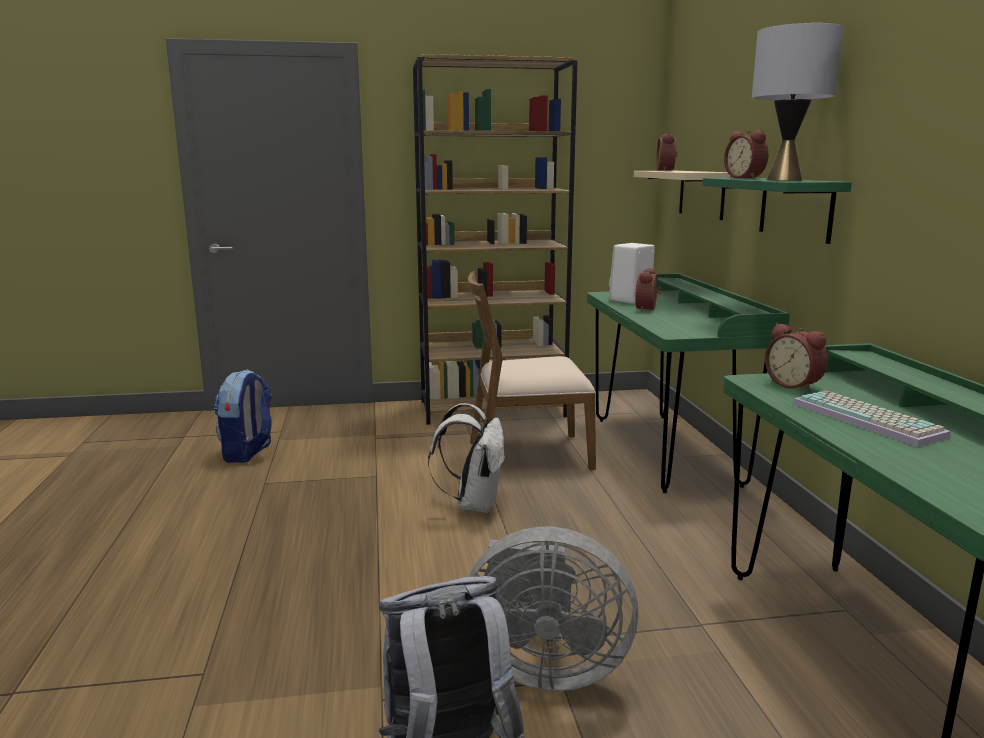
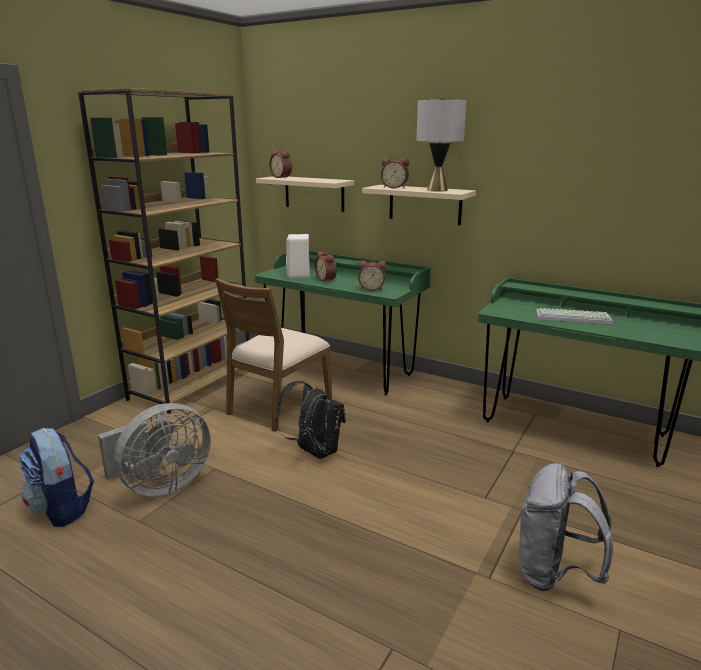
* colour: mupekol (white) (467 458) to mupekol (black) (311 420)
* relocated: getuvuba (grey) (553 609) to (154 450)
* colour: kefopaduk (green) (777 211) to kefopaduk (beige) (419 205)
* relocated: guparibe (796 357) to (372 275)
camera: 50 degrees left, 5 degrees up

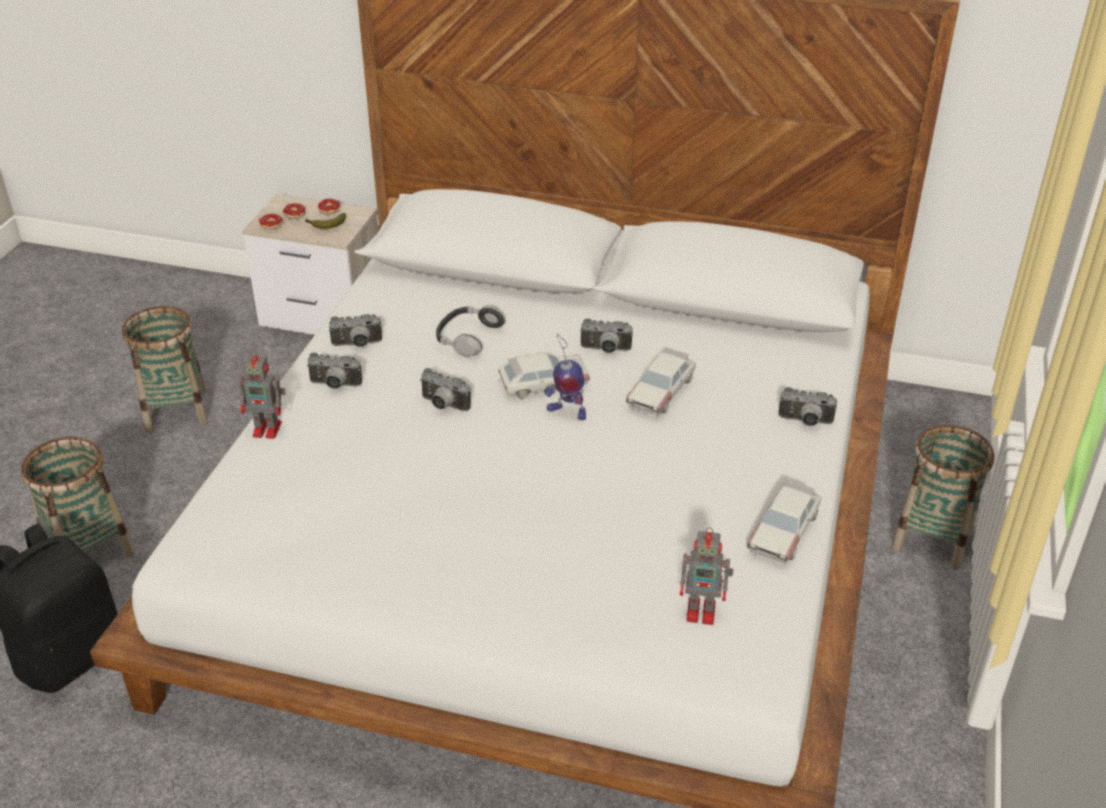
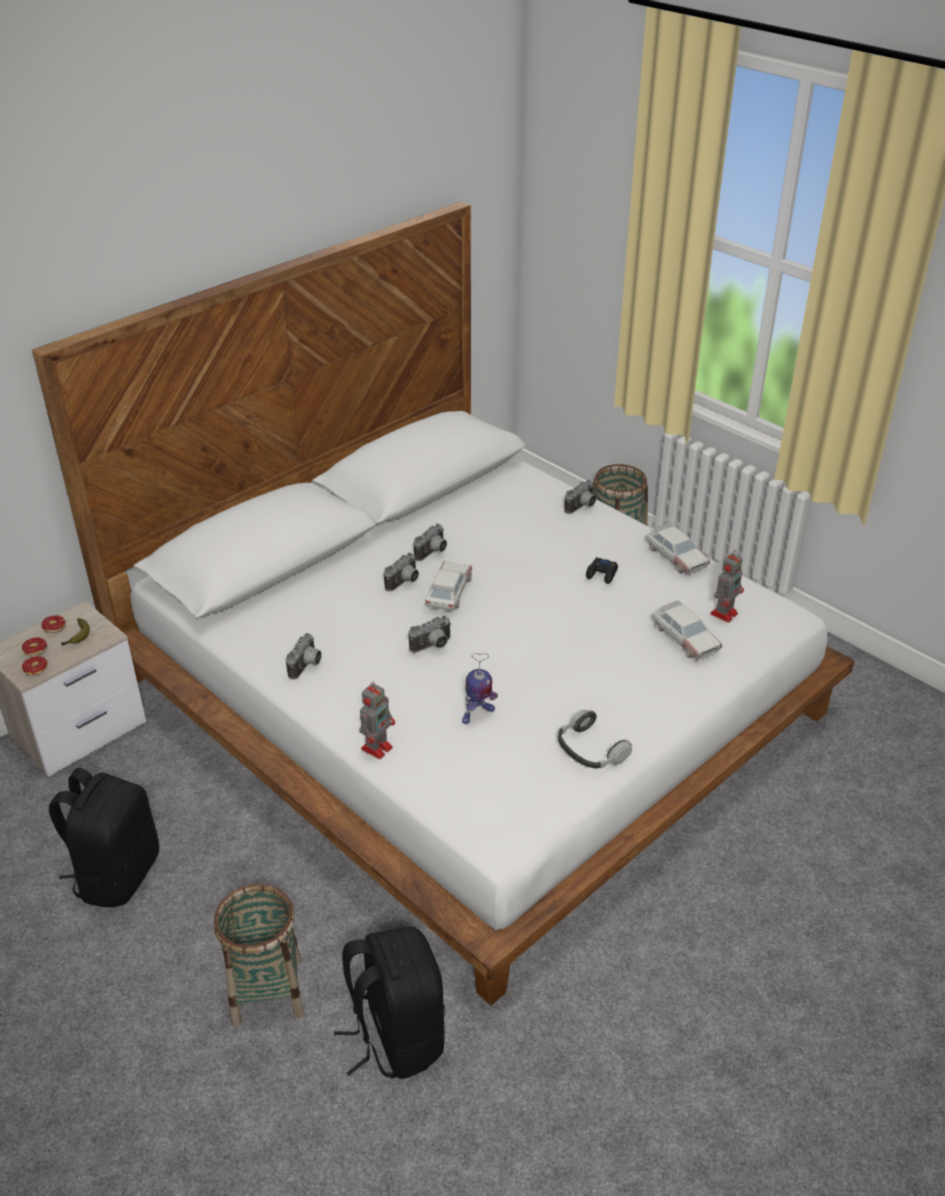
* exchanged: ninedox (165 369) to mupekol (black) (104 837)
* relocated: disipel (334 371) to (401 572)
* relocated: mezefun (471 331) to (595 739)
* relocated: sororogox (565 377) to (480 688)
* relocated: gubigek (661 382) to (687 630)
* appeared: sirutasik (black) (602 570)
camera: 60 degrees left, 0 degrees up

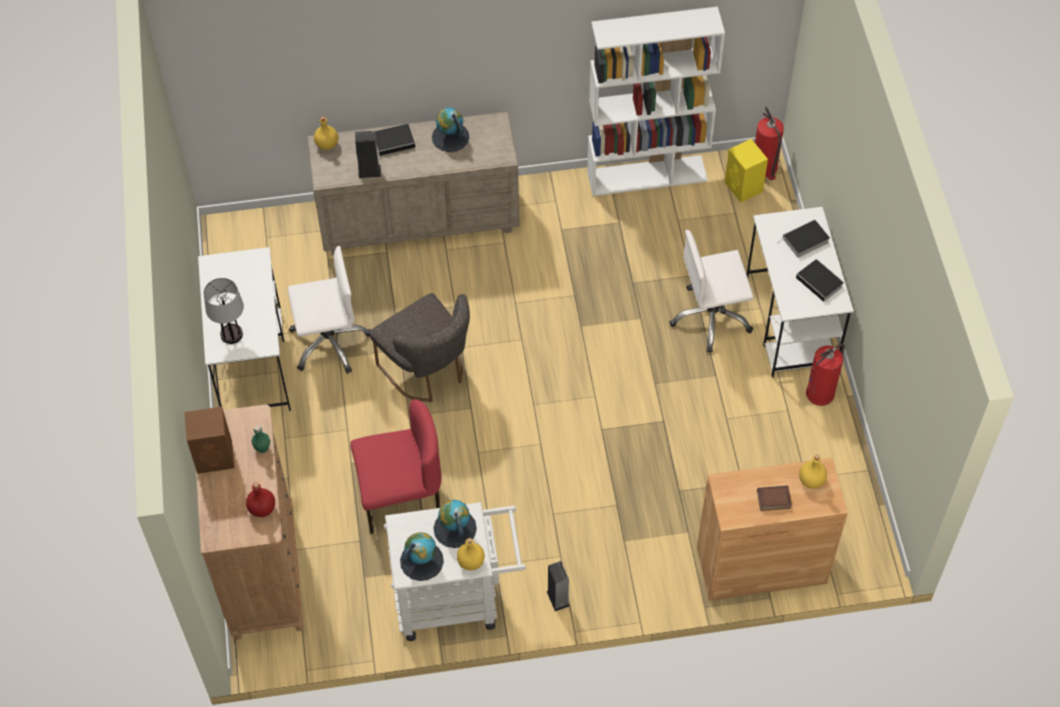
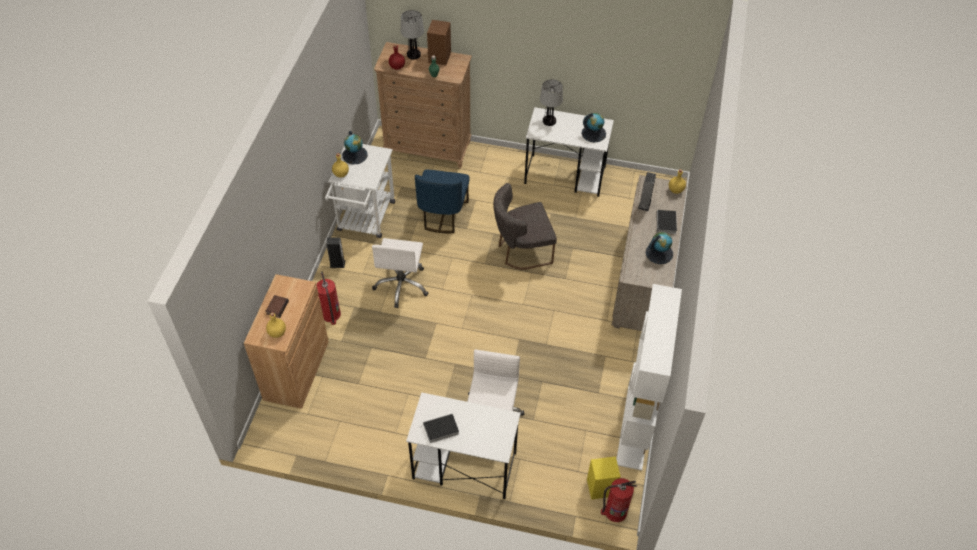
* relocated: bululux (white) (328 310) to (400 273)
* colour: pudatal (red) (396 467) to pudatal (blue) (442 201)
* relocated: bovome (455 524) to (594 128)
* missing: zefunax (805 238)
* relocated: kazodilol (825 374) to (328 298)
* appeared: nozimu (412 35)
camera: 110 degrees right, 5 degrees down

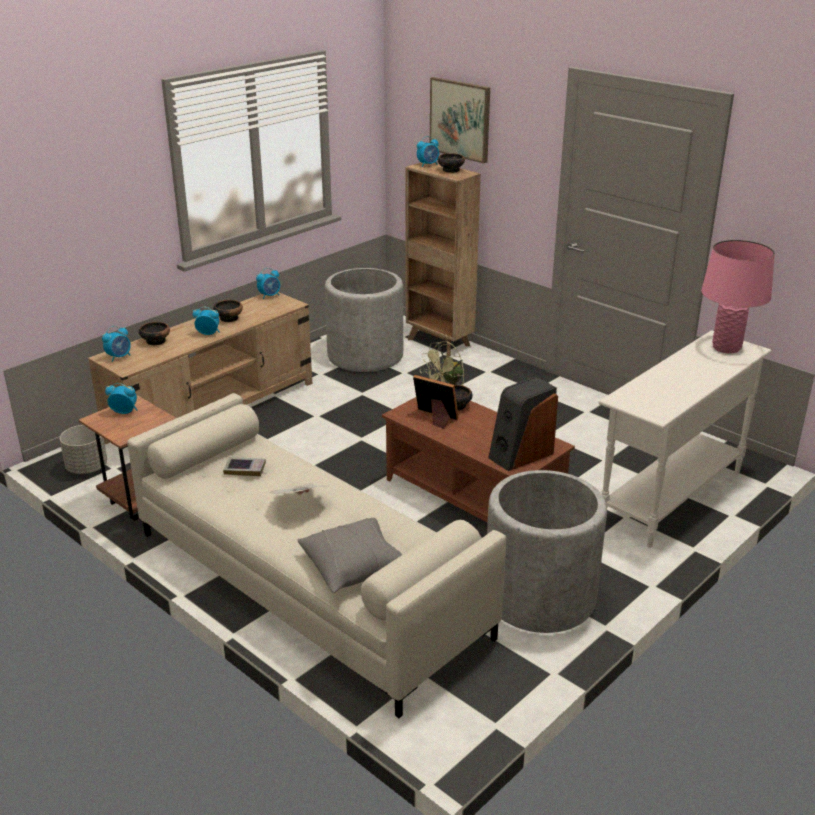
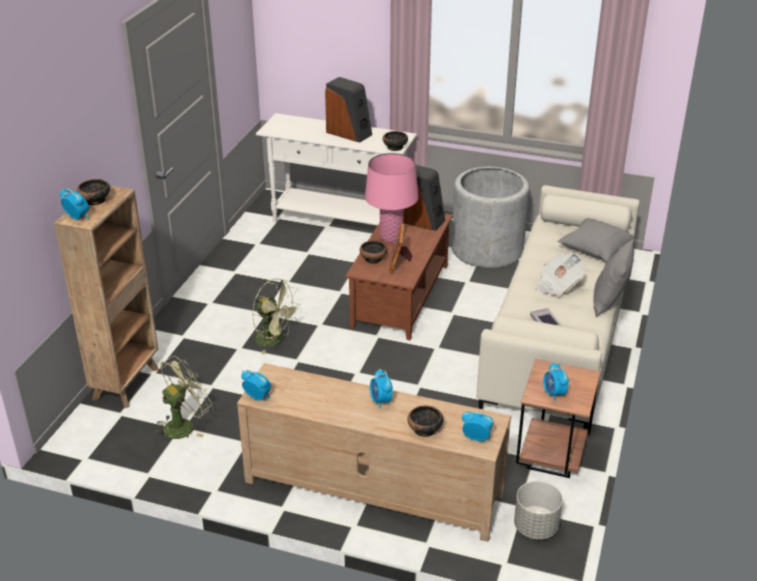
* relocated: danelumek (228 311) to (395 141)
* exchanged: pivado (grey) (364 320) to getuvuba (green) (183 397)
* missing: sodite (460 120)
* relocated: nozimu (pink) (738 297) to (392 198)
* appeared: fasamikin (348 110)
* appeared: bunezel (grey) (613 278)
camera: 115 degrees left, 5 degrees up

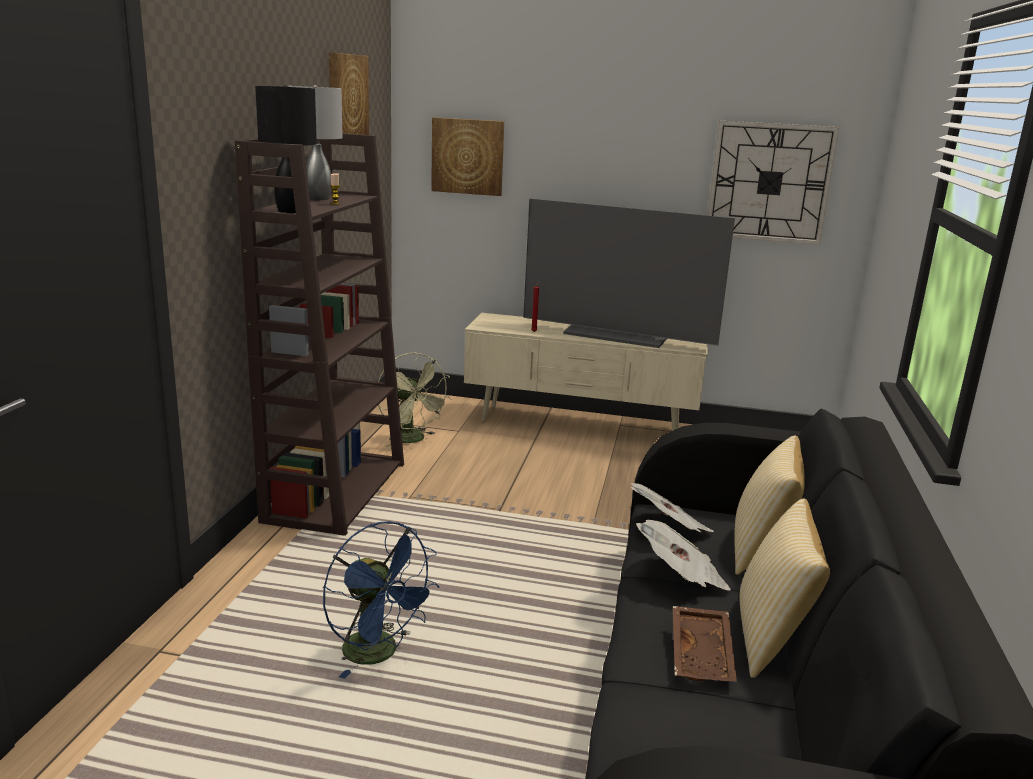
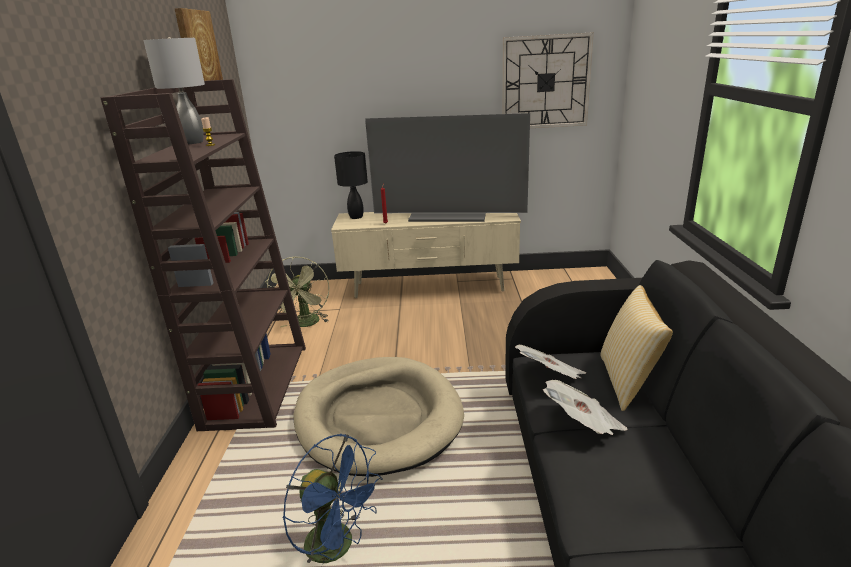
* relocated: nozimu (black) (286 149) to (351 185)
* spun: getuvuba (green) (414 399) = (297 292) 45 degrees clockwise
* missing: sodite (467 156)
* missing: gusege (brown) (705 644)
* missing: bunezel (785 588)
* appeared: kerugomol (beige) (378 417)
camera: 10 degrees left, 5 degrees up

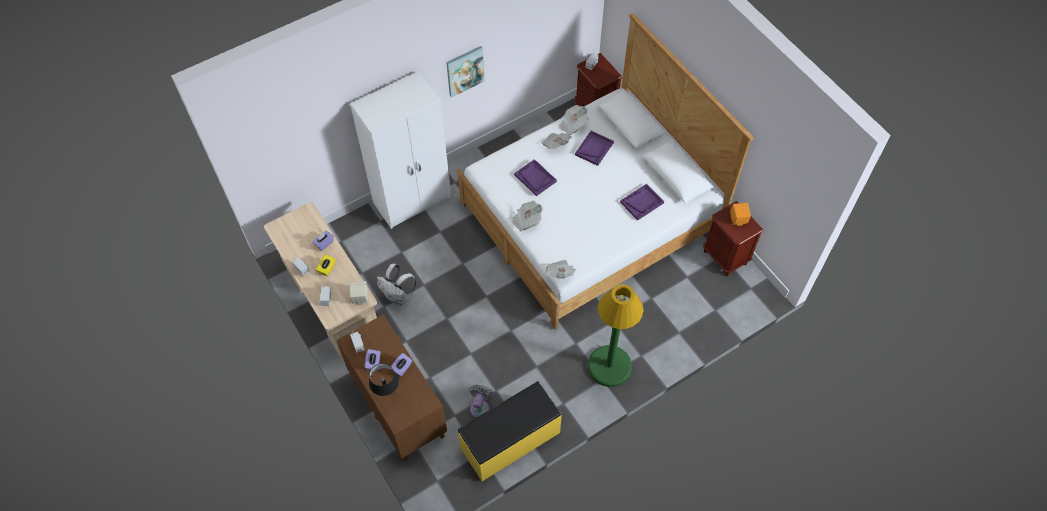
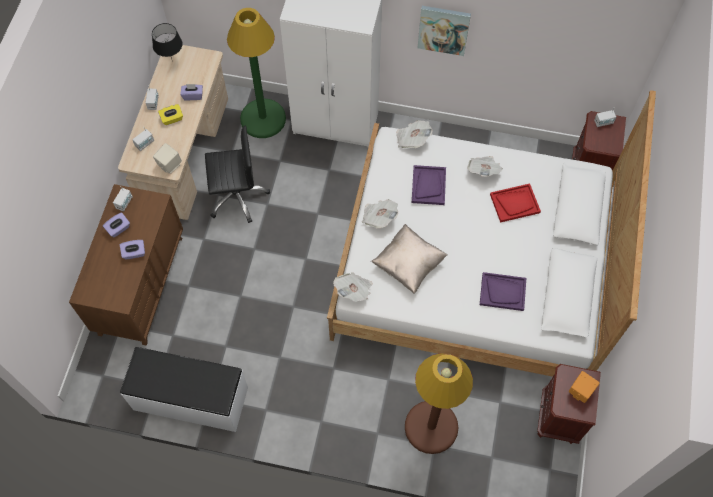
* relocated: nozimu (black) (384 379) to (167 42)
* exchanged: mupekol (white) (396 284) to bululux (black) (237 174)
* colour: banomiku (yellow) (509 431) to banomiku (white) (184 389)
* missing: getuvuba (grey) (481 401)
* relocated: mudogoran (573 120) to (414 134)
* colour: gusege (purple) (594 148) to gusege (red) (515 203)
* relocated: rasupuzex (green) (615 335) to (256 73)
* appeared: bunezel (beige) (409 259)
* appeared: rasupuzex (brown) (439 403)
camera: 45 degrees right, 5 degrees up

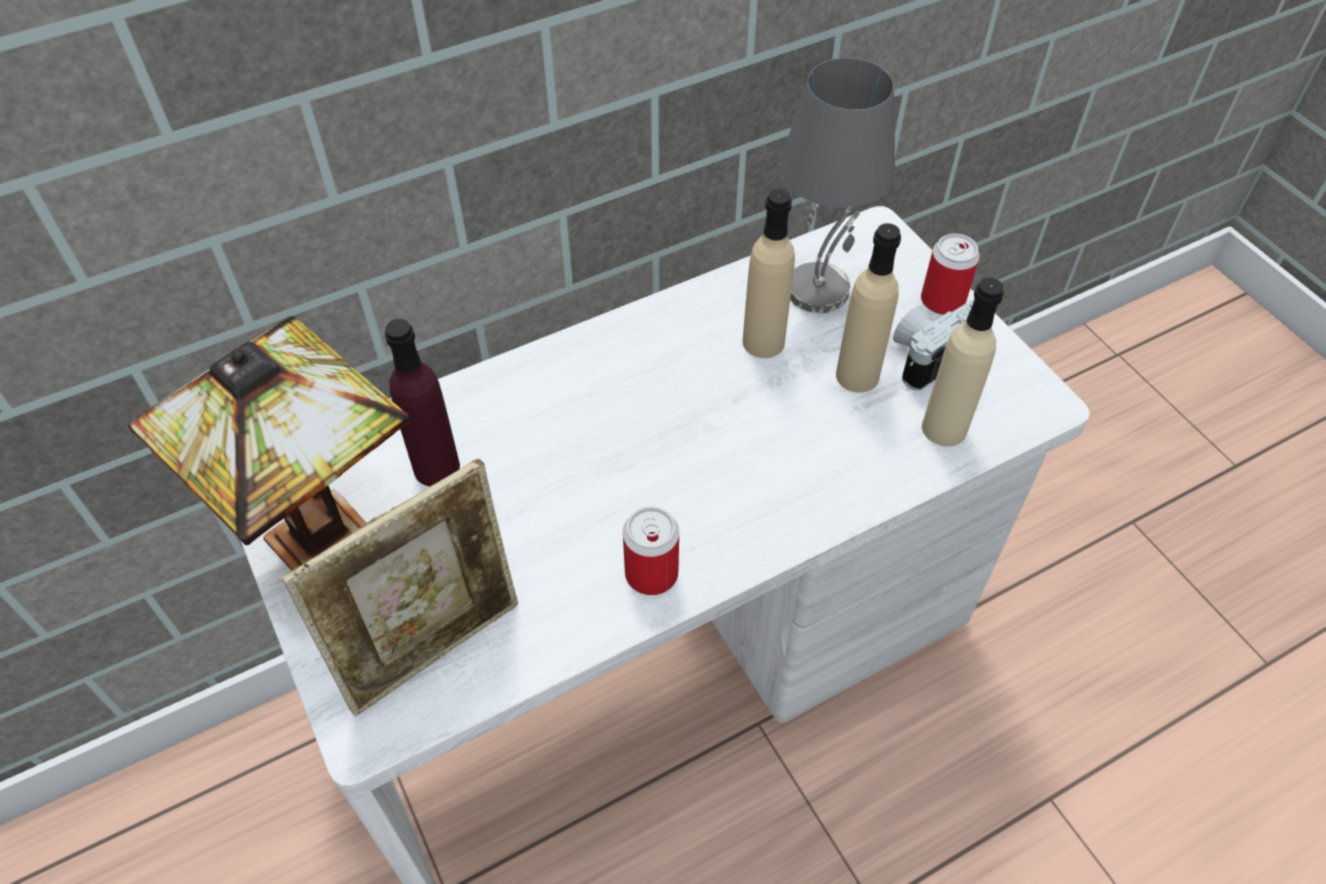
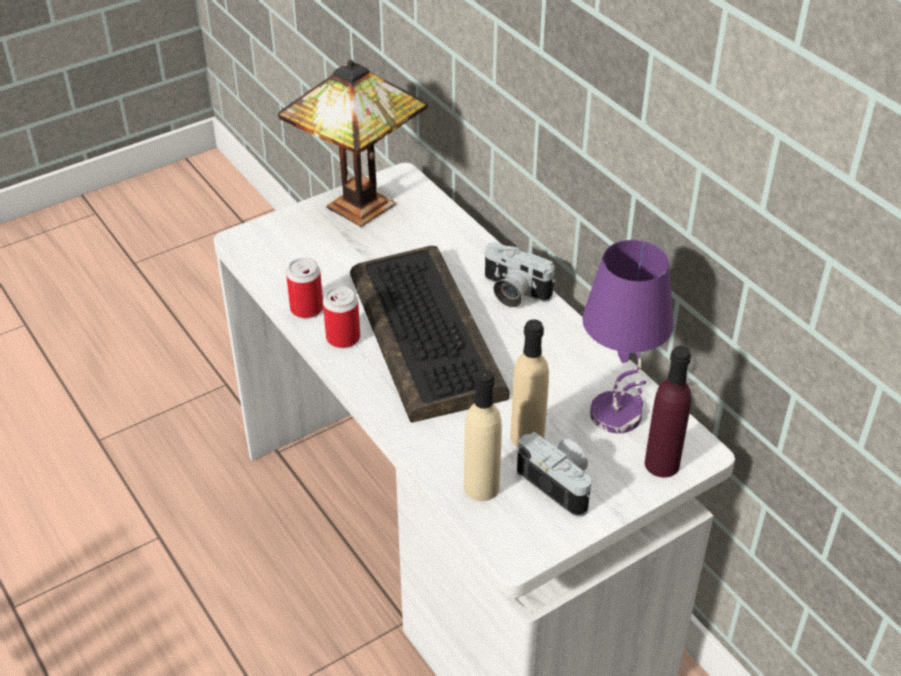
* missing: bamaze (399 587)
* relocated: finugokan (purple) (422 403) to (668 411)
* missing: finugokan (beige) (769 273)
* colour: nozimu (grey) (837 185) to nozimu (purple) (628 336)
* relocated: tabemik (950 274) to (304 288)
* appeared: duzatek (429 334)
* appeared: disipel (519 275)
camera: 85 degrees right, 10 degrees down

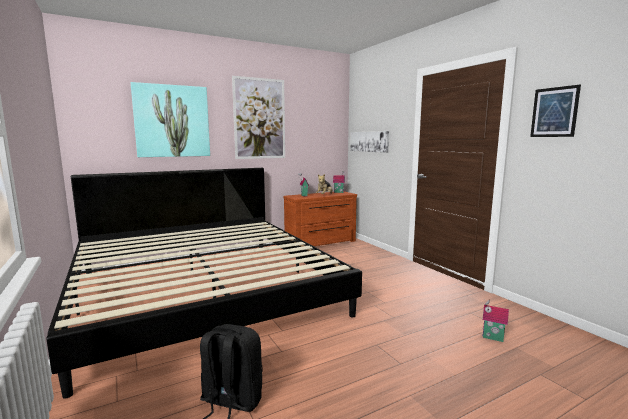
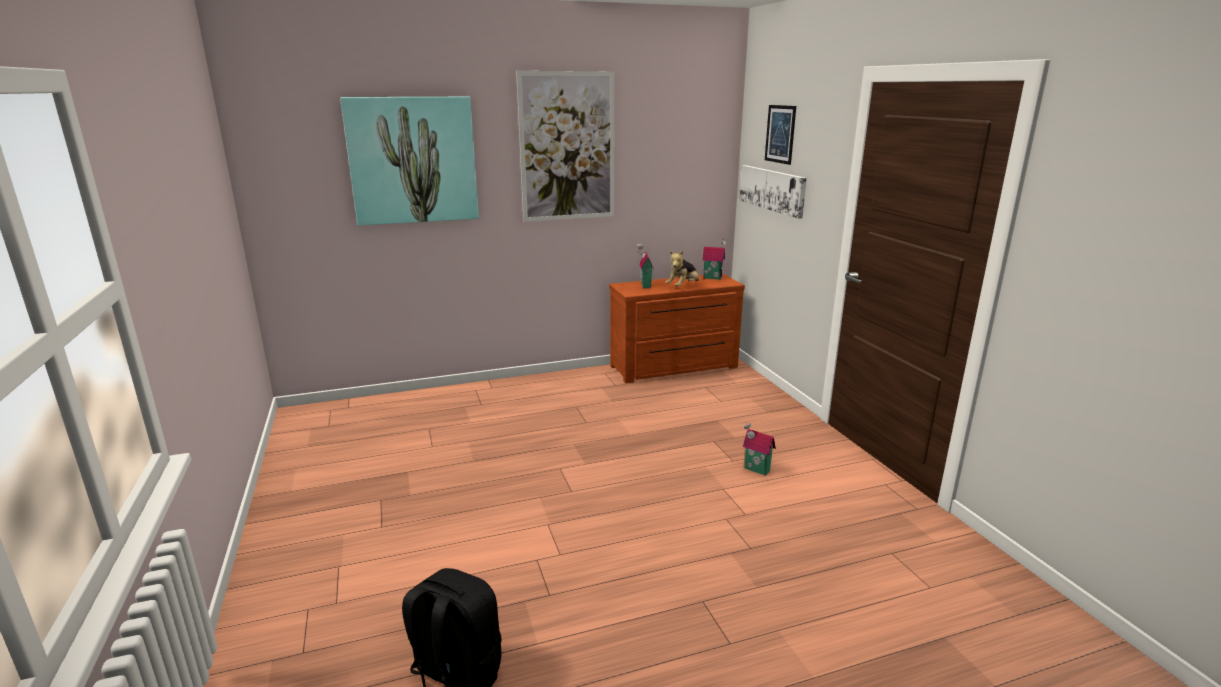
* missing: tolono (204 283)
* relocated: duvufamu (495 320) to (759 449)
* relocated: sodite (555 111) to (780 135)
camera: 10 degrees right, 10 degrees up

